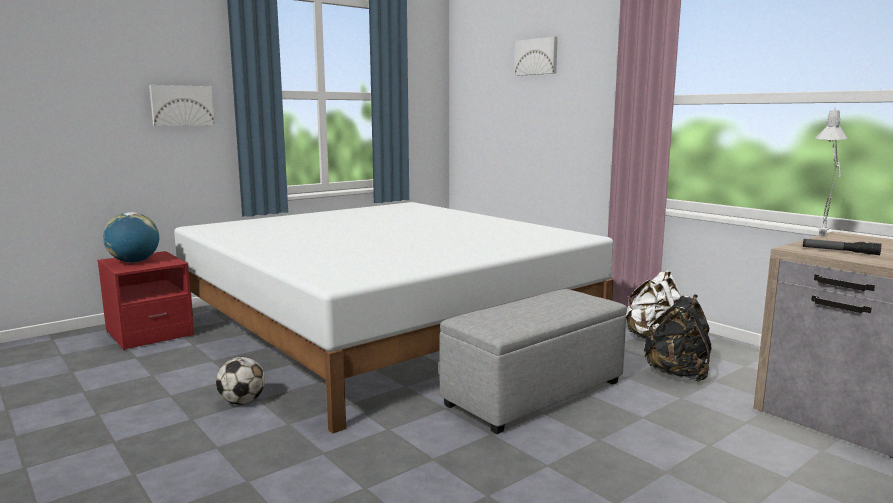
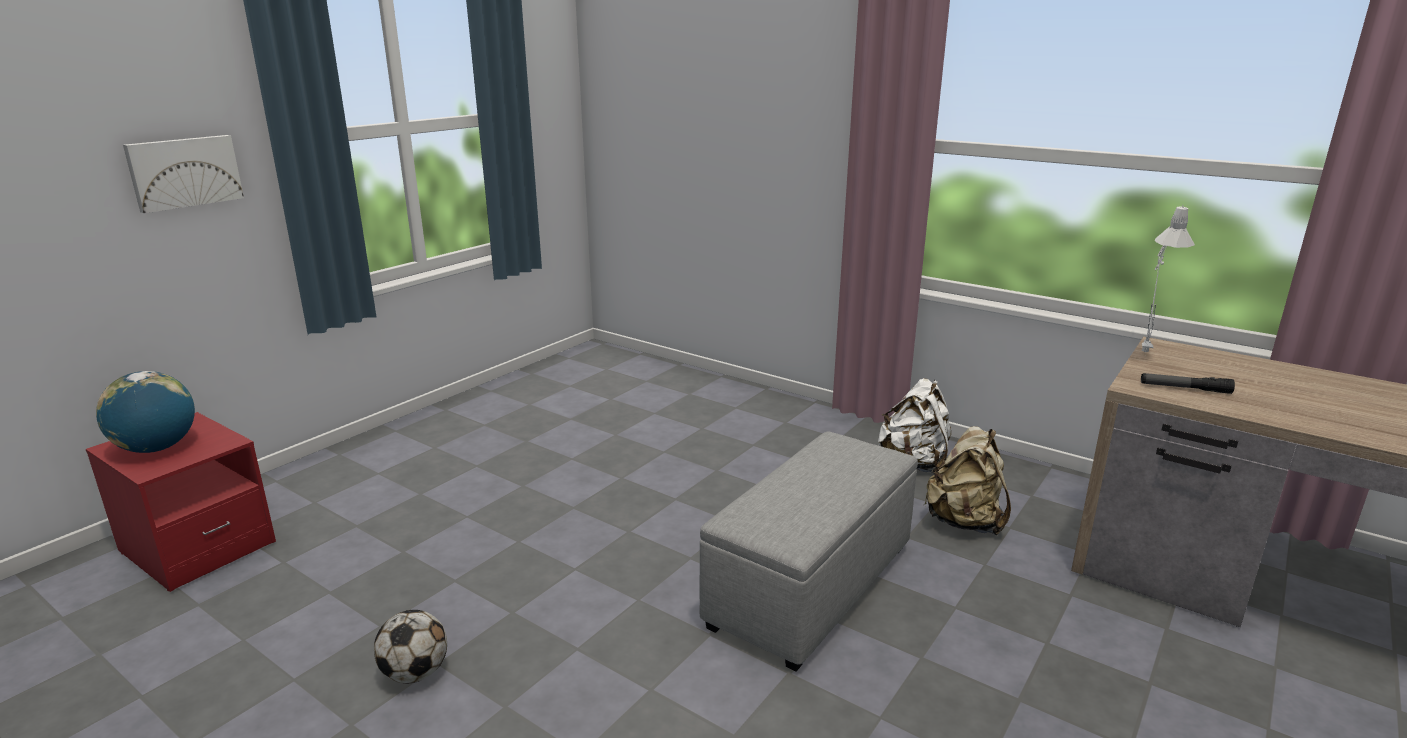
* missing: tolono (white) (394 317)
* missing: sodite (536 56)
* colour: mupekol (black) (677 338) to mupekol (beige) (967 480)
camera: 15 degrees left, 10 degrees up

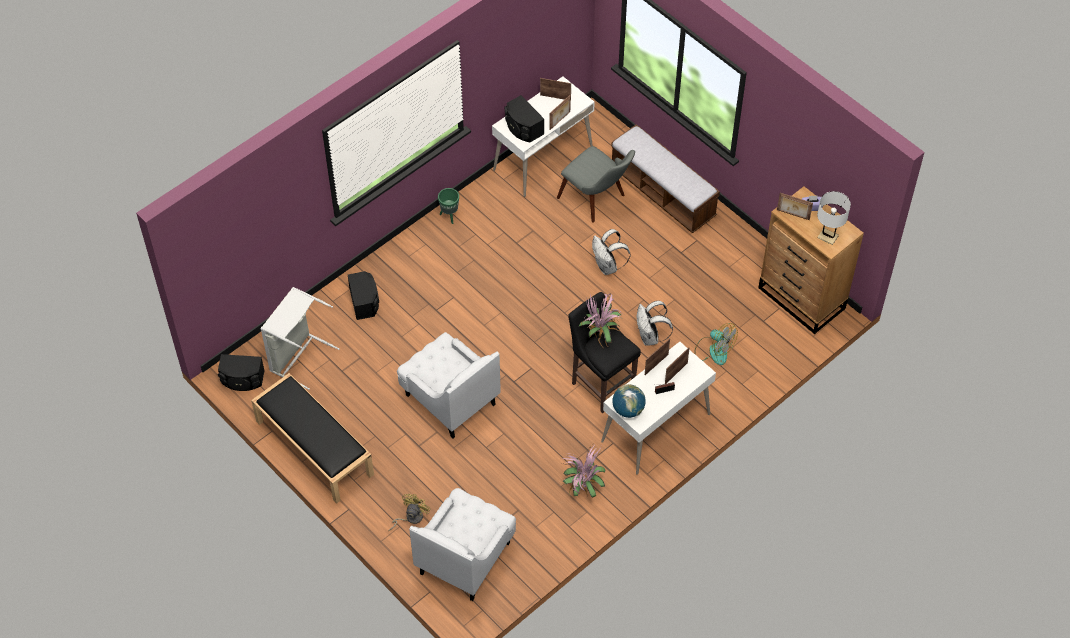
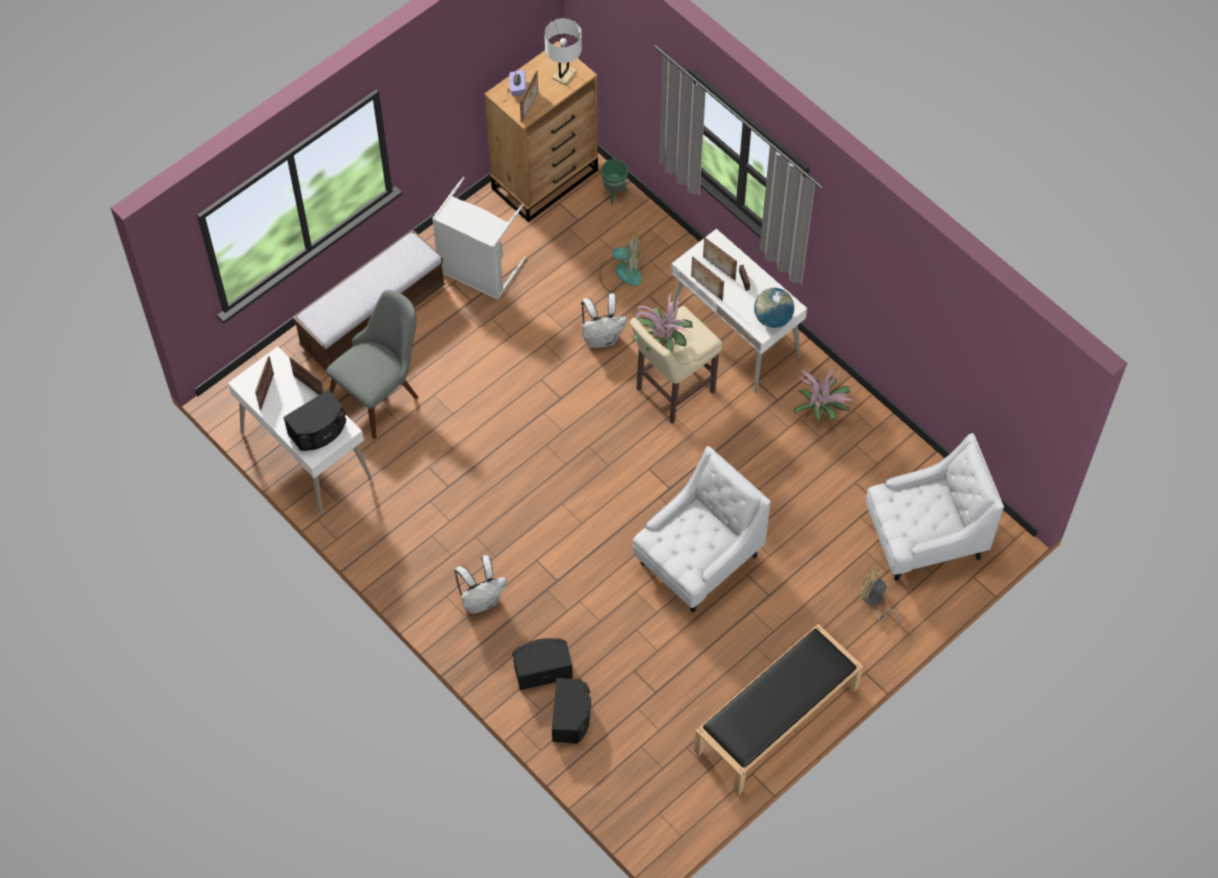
* relocated: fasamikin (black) (241 372) to (571 711)
* relocated: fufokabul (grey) (300 338) to (479 238)
* spun: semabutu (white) (462 544) = (935 507) 45 degrees counterclockwise
* relocated: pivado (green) (448 206) to (614 181)
* colour: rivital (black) (604 352) to rivital (beige) (676 365)
* relocated: mupekol (white) (611 252) to (480 584)
* spun: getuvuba (716 344) = (620 262) 60 degrees clockwise
camera: 90 degrees left, 5 degrees up

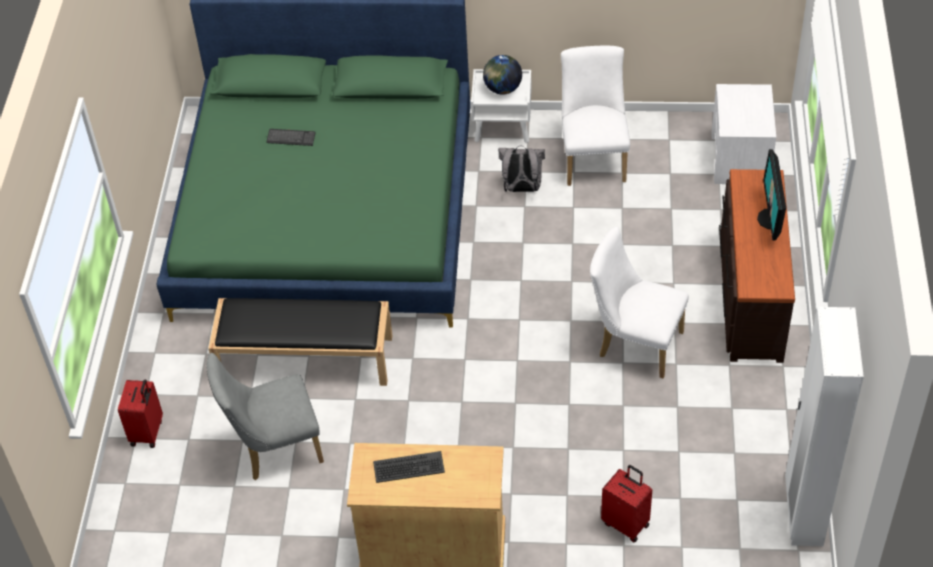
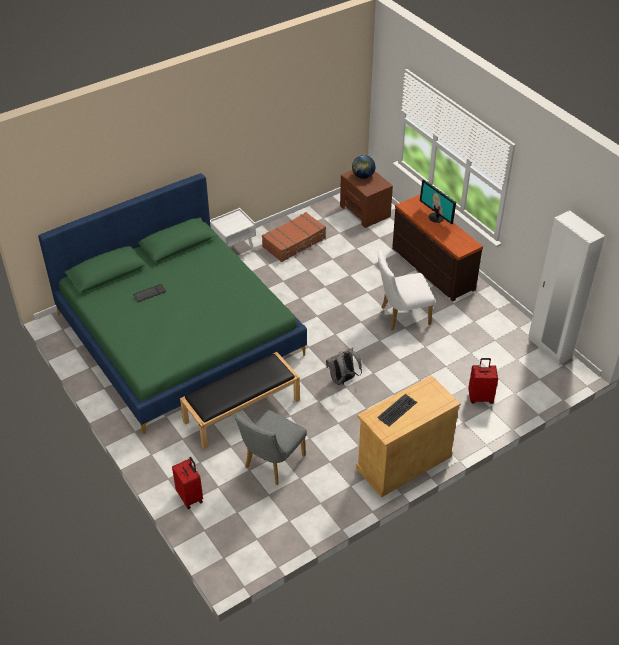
* relocated: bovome (502 75) to (364 167)
* relocated: mupekol (grey) (521 168) to (344 367)
* exchanged: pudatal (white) (595 116) to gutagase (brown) (294 237)
* colour: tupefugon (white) (743 134) to tupefugon (brown) (366 199)
camera: 40 degrees left, 5 degrees down

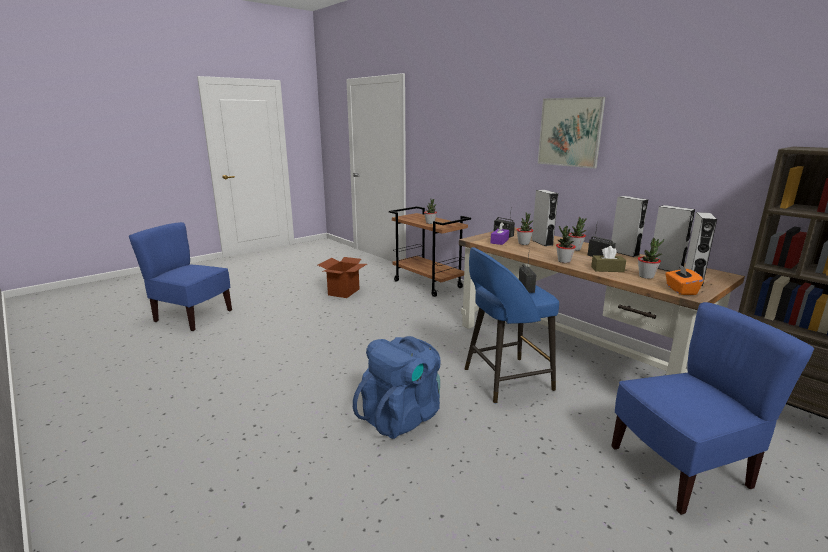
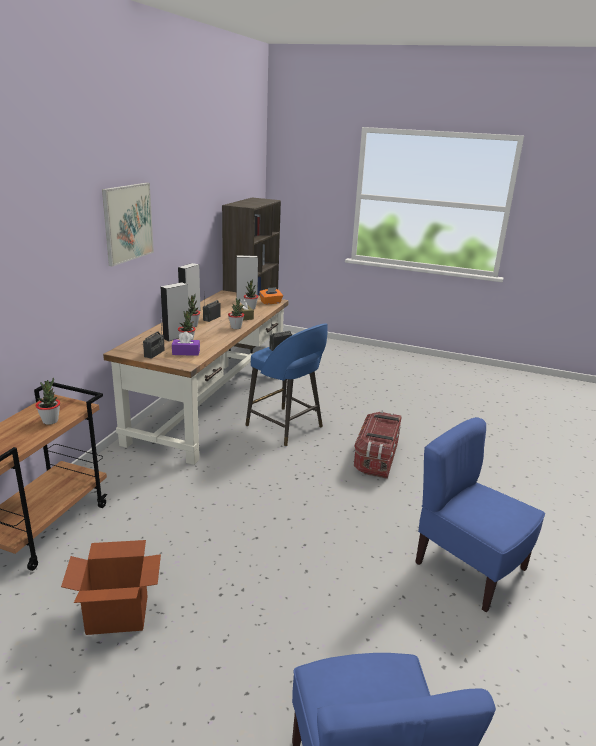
* exchanged: mupekol (blue) (396 387) to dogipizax (377 445)
* relocated: pudatal (blue) (712 408) to (480 514)
* missing: fasamikin (grey) (674 238)
camera: 120 degrees left, 5 degrees up

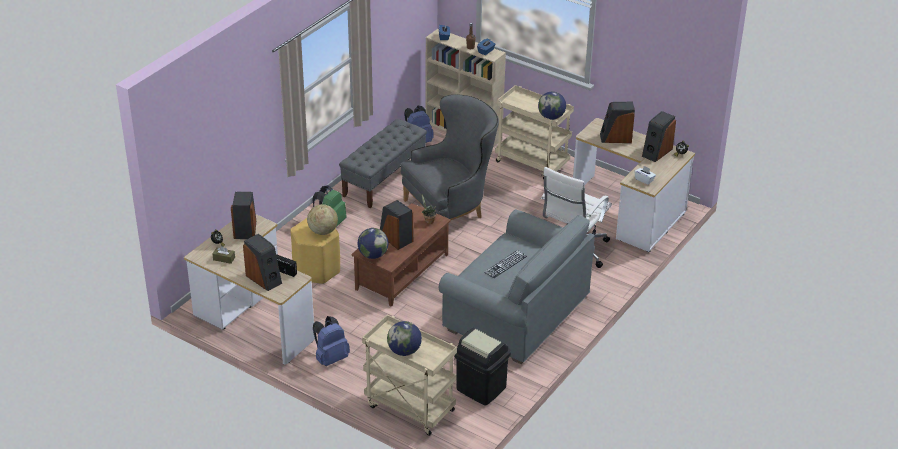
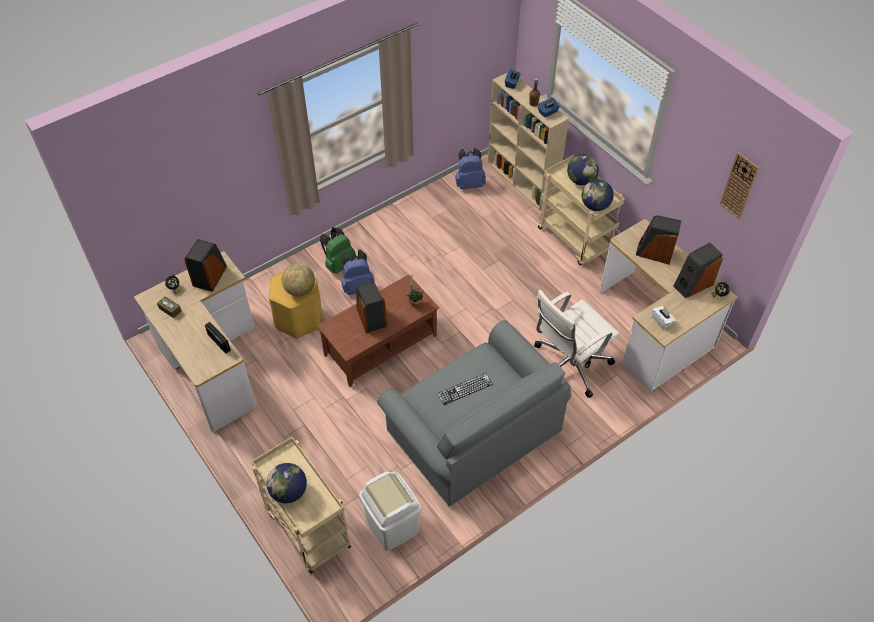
* missing: fasamikin (262 262)
* relocated: mupekol (blue) (331 341) to (357 272)
* missing: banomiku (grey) (383 163)
* relocated: bovome (373 243) to (583 169)
* missing: semabutu (grey) (450 157)
* colour: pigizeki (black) (482 367) to pigizeki (white) (390 511)
* appeared: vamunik (739 185)
camera: 20 degrees right, 15 degrees up

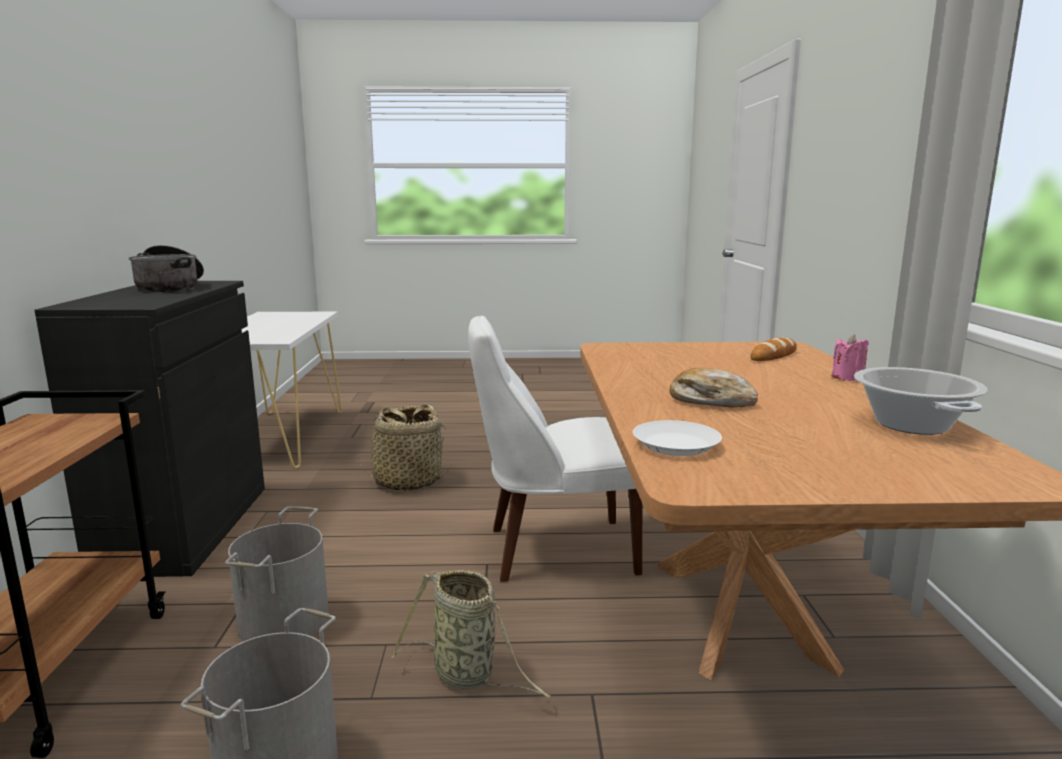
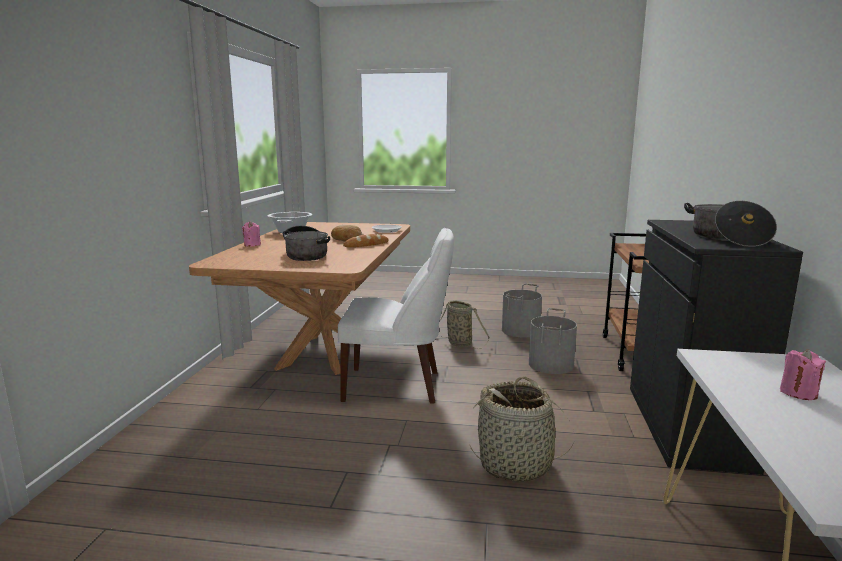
* relocated: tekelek (774 349) to (366 240)
* appeared: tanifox (306 243)
* appeared: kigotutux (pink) (803 374)
camera: 170 degrees left, 0 degrees up

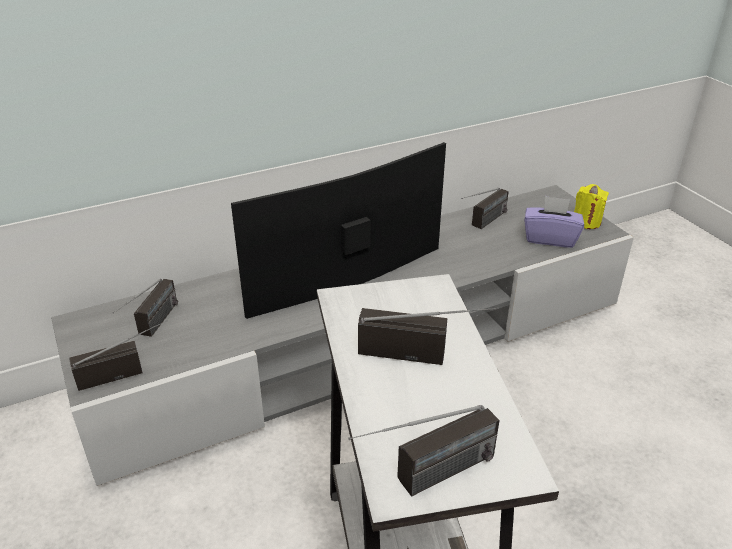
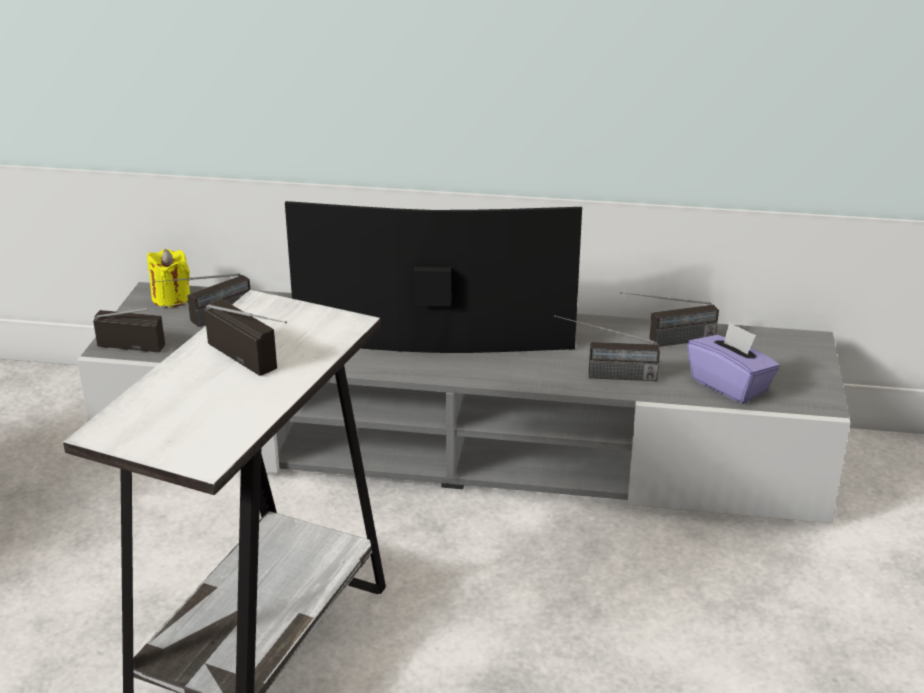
* relocated: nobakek (424 450) to (607 348)
* relocated: kigotutux (yellow) (591 206) to (168 278)
camera: 35 degrees right, 5 degrees down

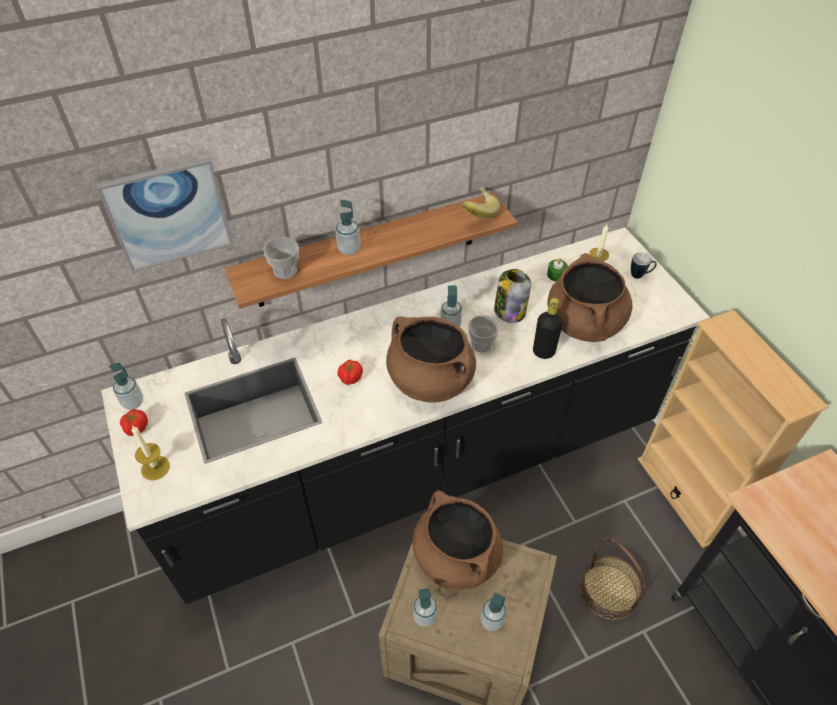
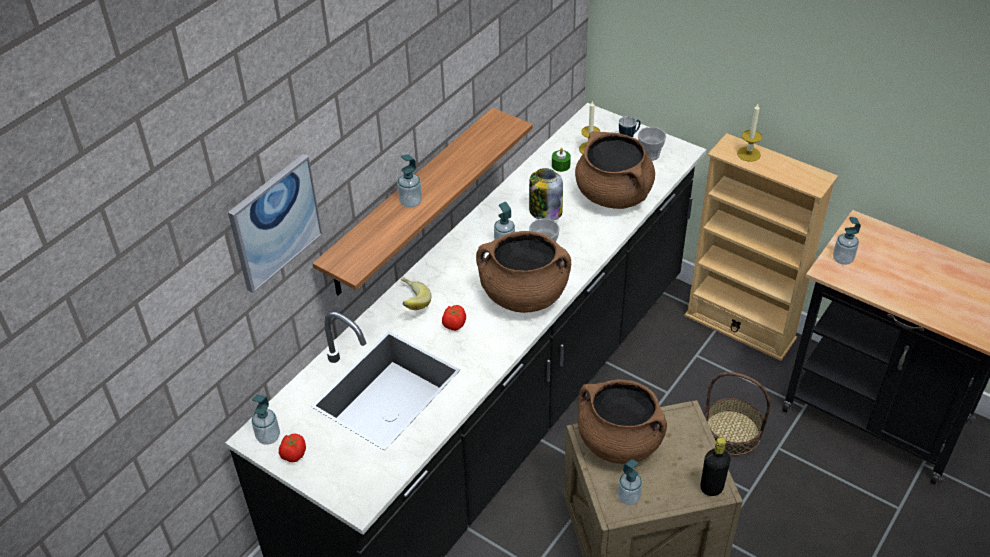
* relocated: kigotutux (151 453) to (749 133)
* relocated: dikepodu (281 258) to (652 144)
* relocated: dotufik (481 203) to (416 293)
* relocated: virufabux (493 611) to (847 241)
* relocated: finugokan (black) (548 328) to (715 466)
camera: 30 degrees left, 5 degrees down

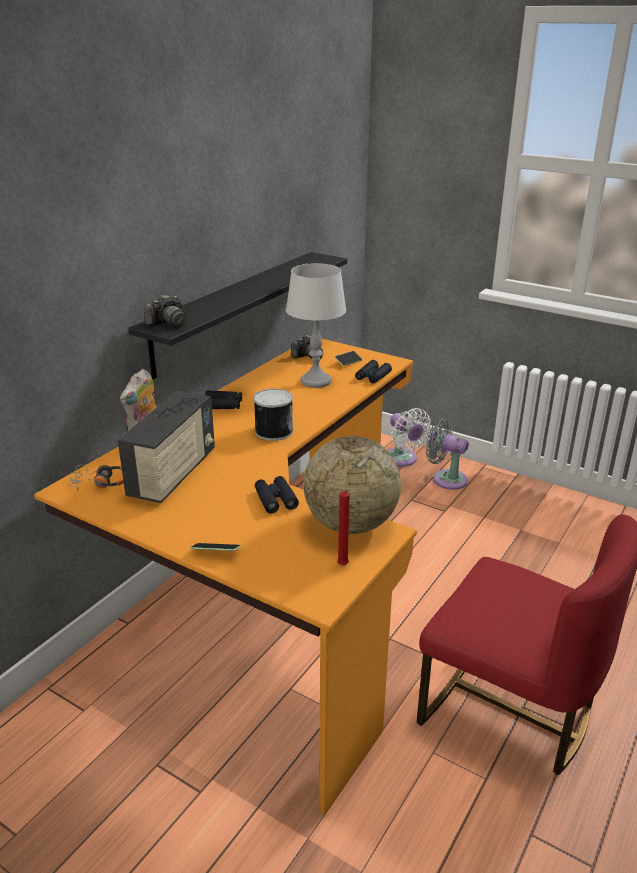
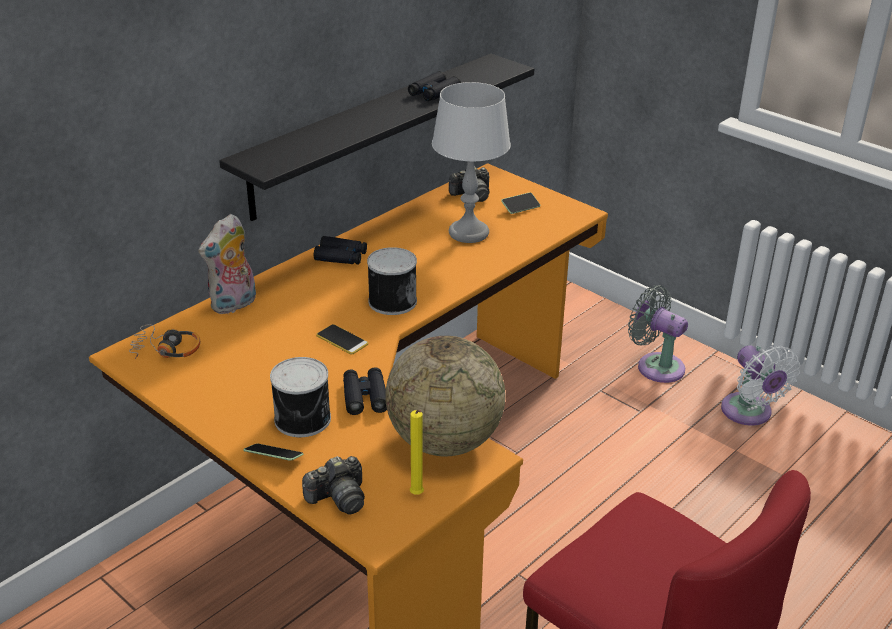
* missing: nobakek (166 447)
* relocated: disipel (165 311) to (333 485)
* colour: kigotutux (red) (344 527) to kigotutux (yellow) (417 452)
* relocated: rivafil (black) (373 371) to (434 86)
* relocated: getuvuba (white) (409 437) to (760 386)
* appeared: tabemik (300 397)
* appeared: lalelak (342 339)
camera: 10 degrees right, 5 degrees up

